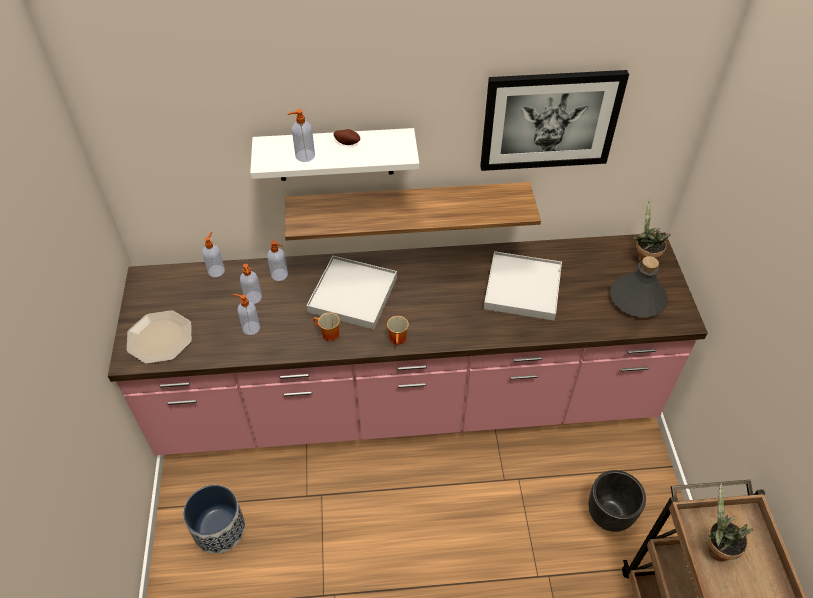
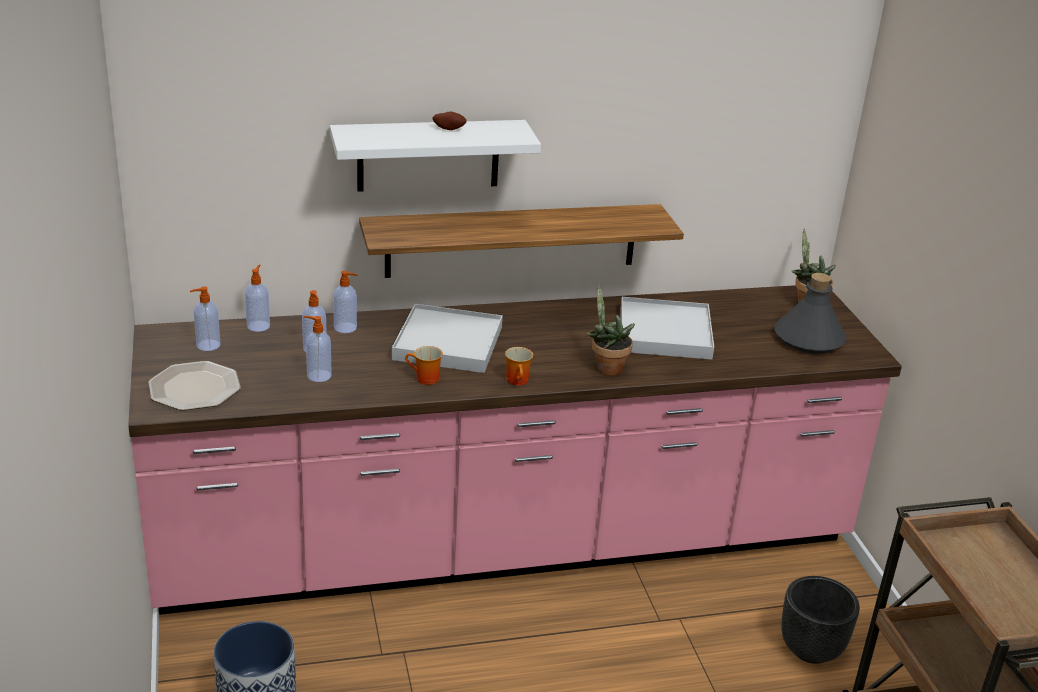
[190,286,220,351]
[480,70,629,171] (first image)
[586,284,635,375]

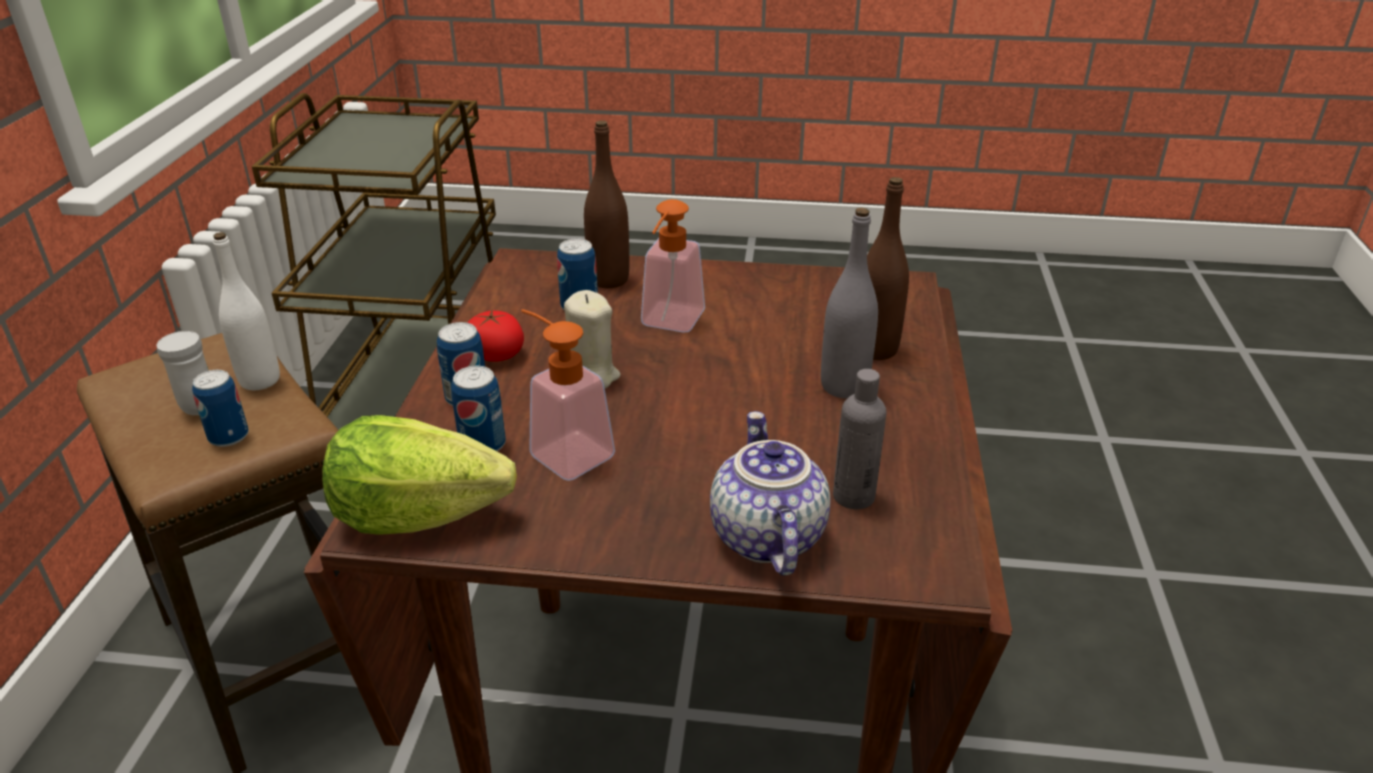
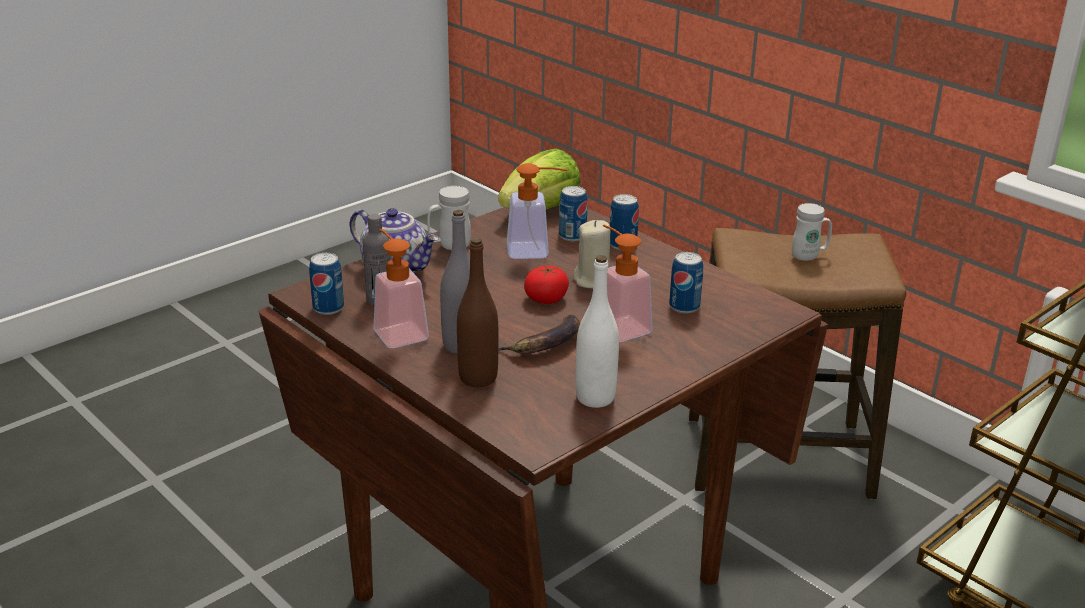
[309,253,344,315]
[576,255,619,408]
[524,266,569,304]
[584,120,629,288] (first image)
[374,229,429,348]
[427,186,471,250]
[498,315,580,353]

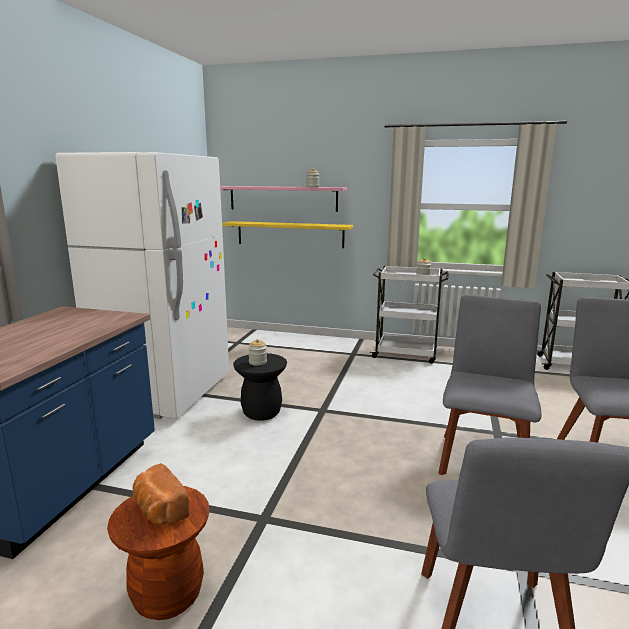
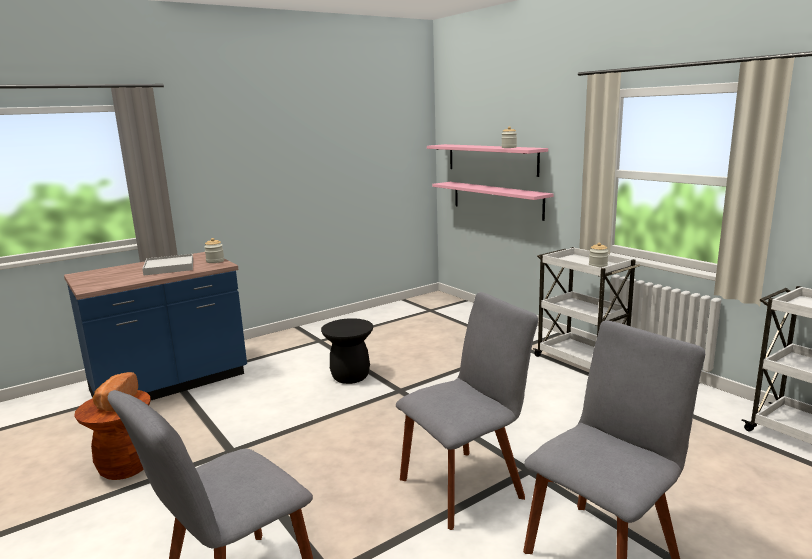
[55,152,229,419] (first image)
[432,182,554,221]
[204,238,224,263]
[142,254,193,275]

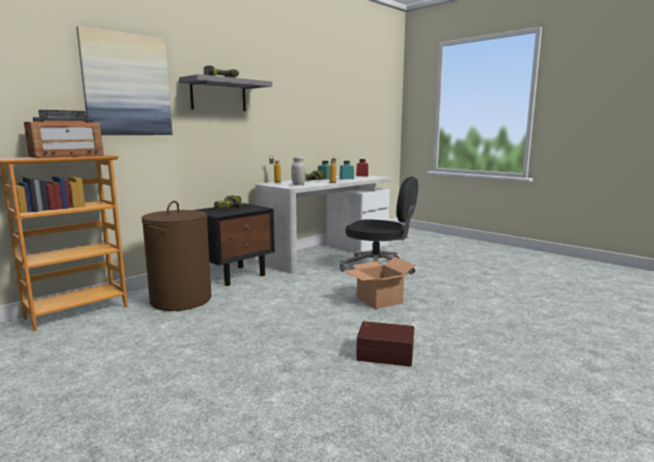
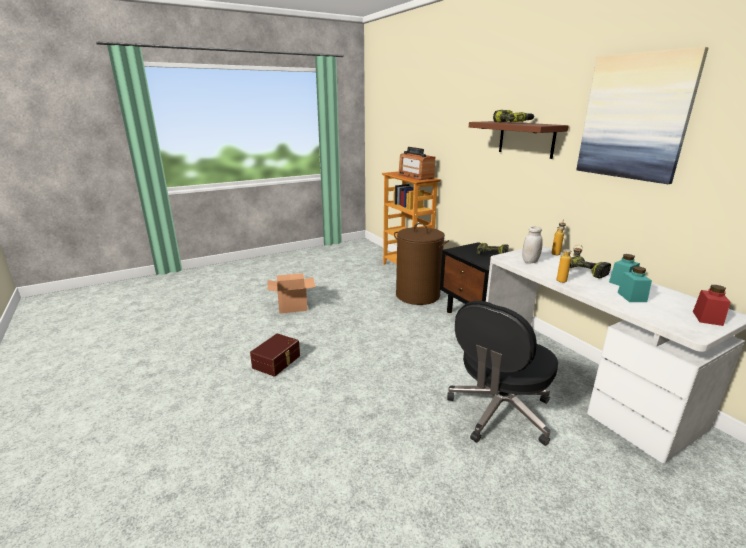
[576,47,709,184]
[469,121,569,159]
[267,273,315,314]

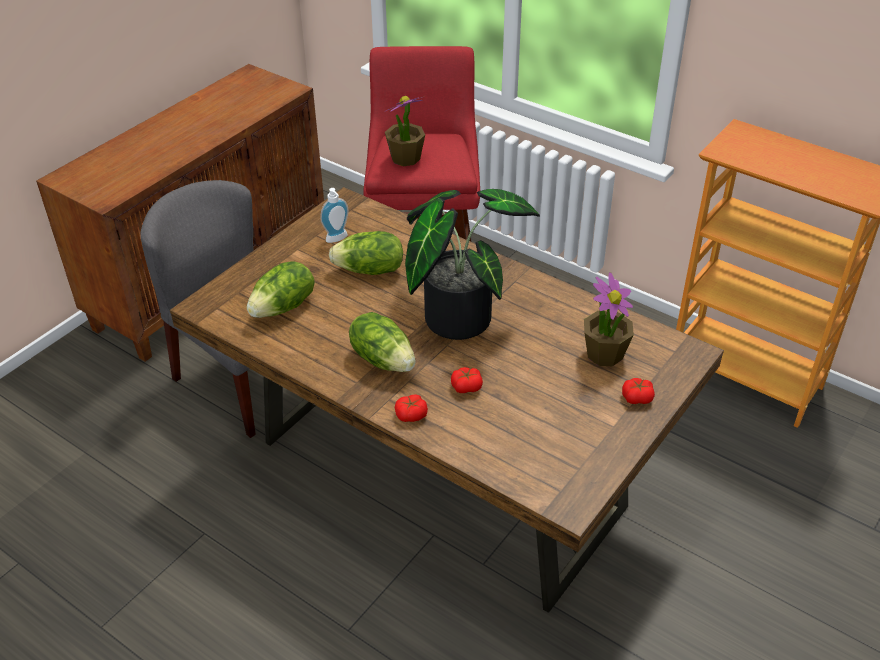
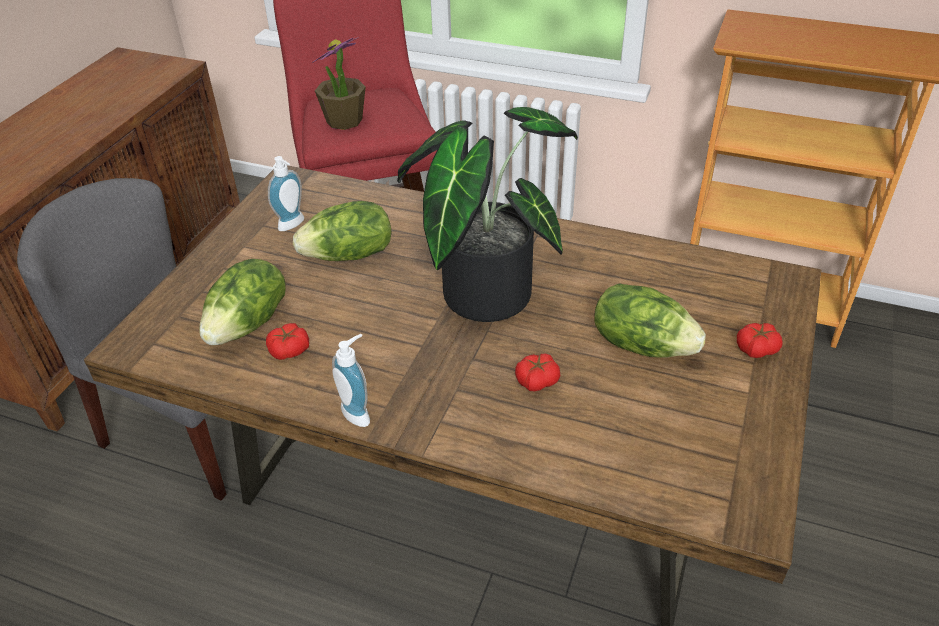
[595,283,706,358]
[266,323,309,360]
[584,272,634,366] (first image)
[332,334,370,427]

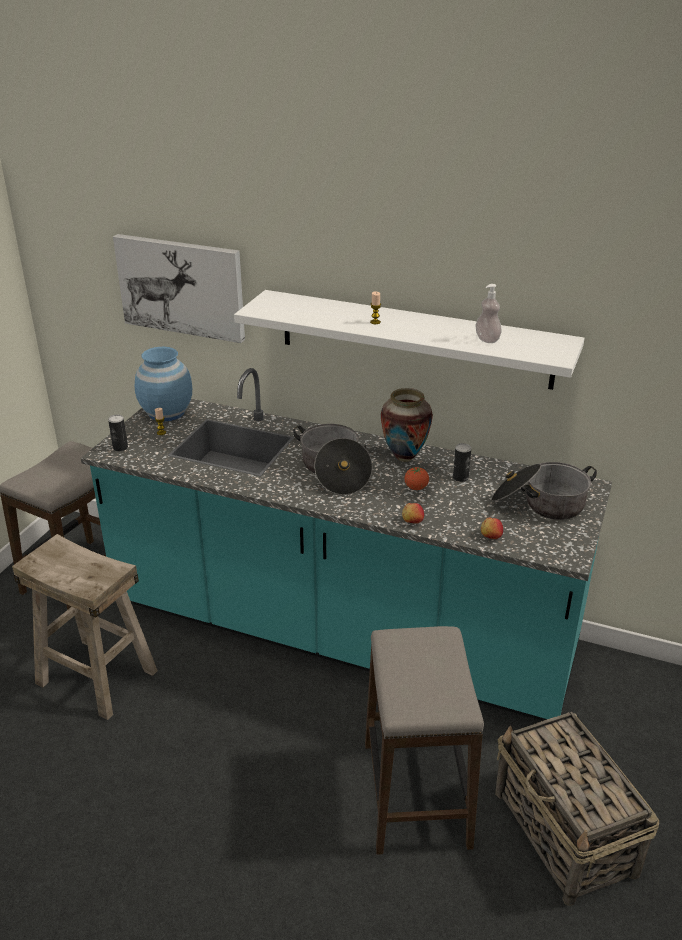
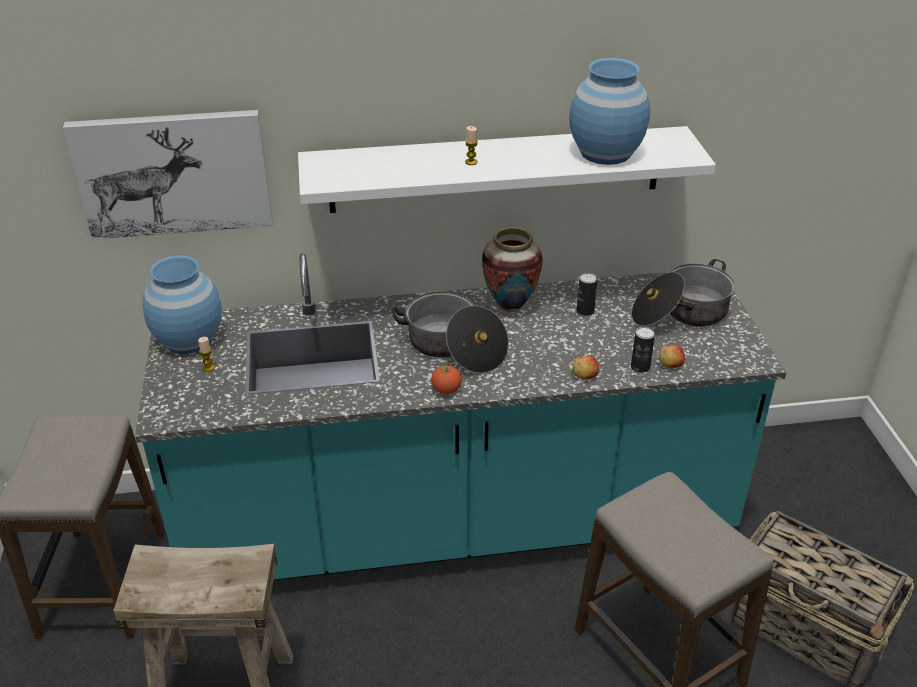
[631,327,655,373]
[431,365,462,394]
[569,58,650,165]

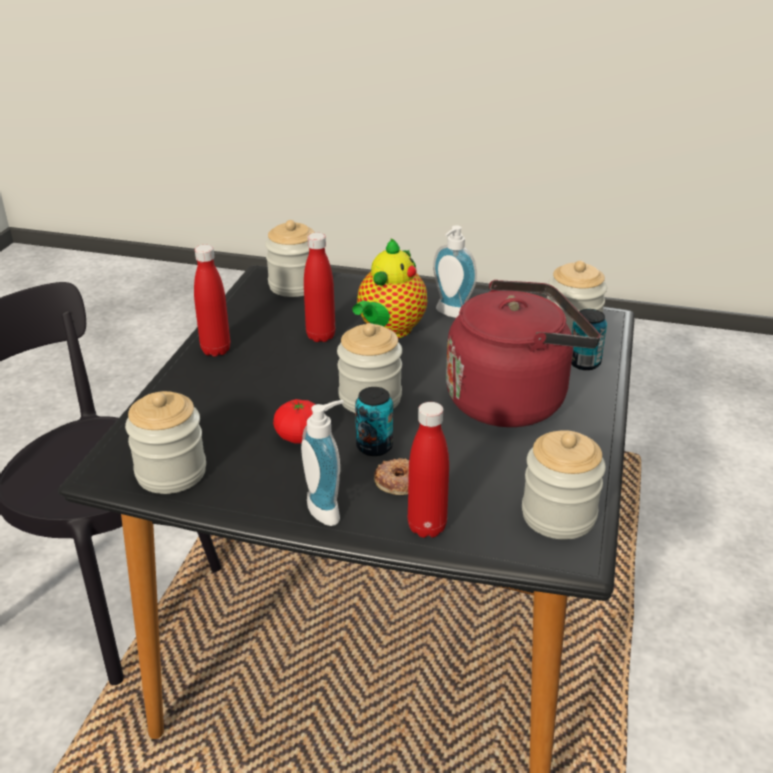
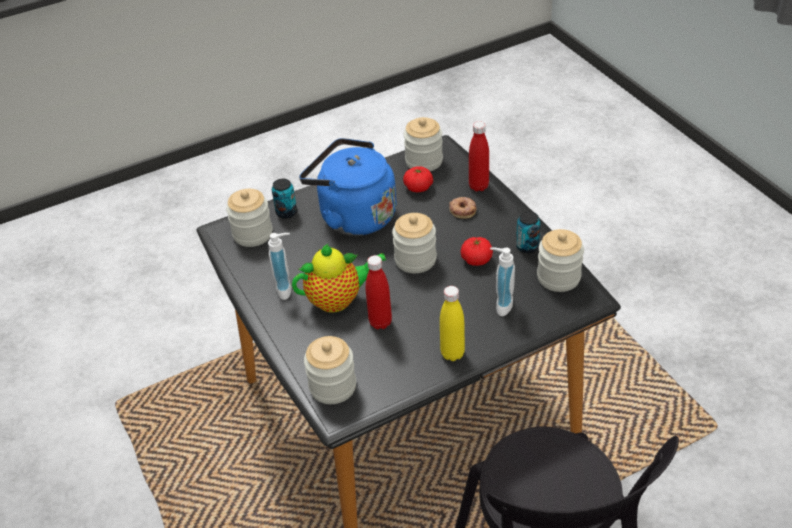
[440,286,465,361]
[490,247,515,316]
[516,211,541,253]
[299,138,396,236]
[403,166,433,192]

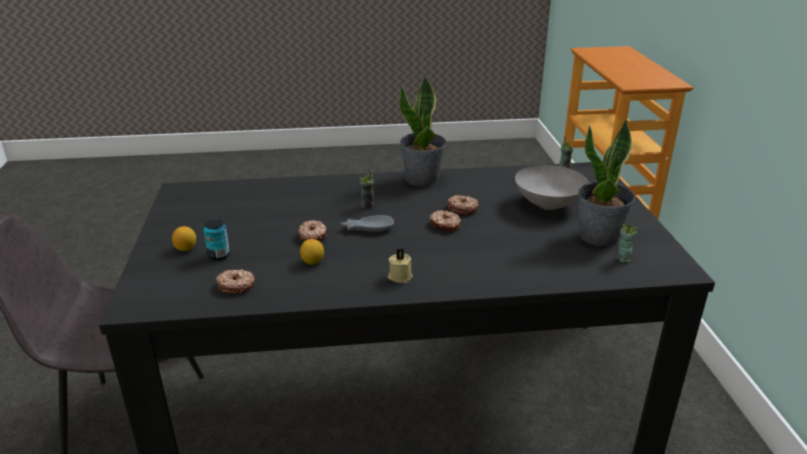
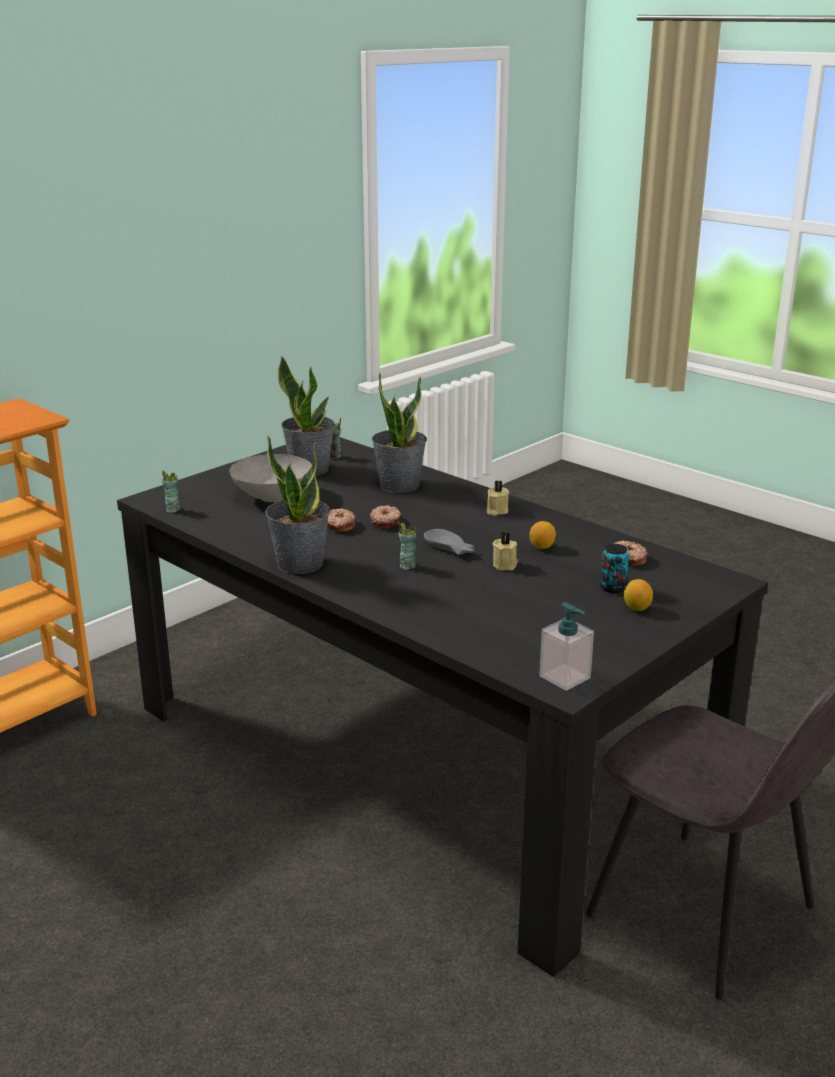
[493,532,518,570]
[371,372,427,493]
[539,602,594,691]

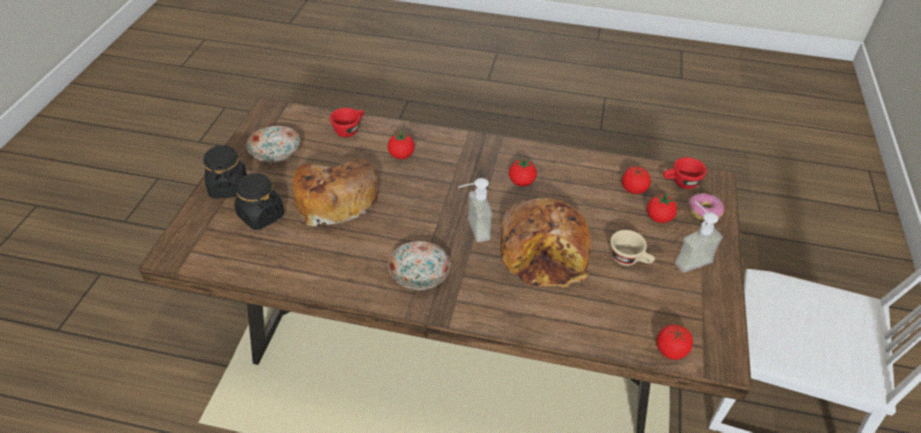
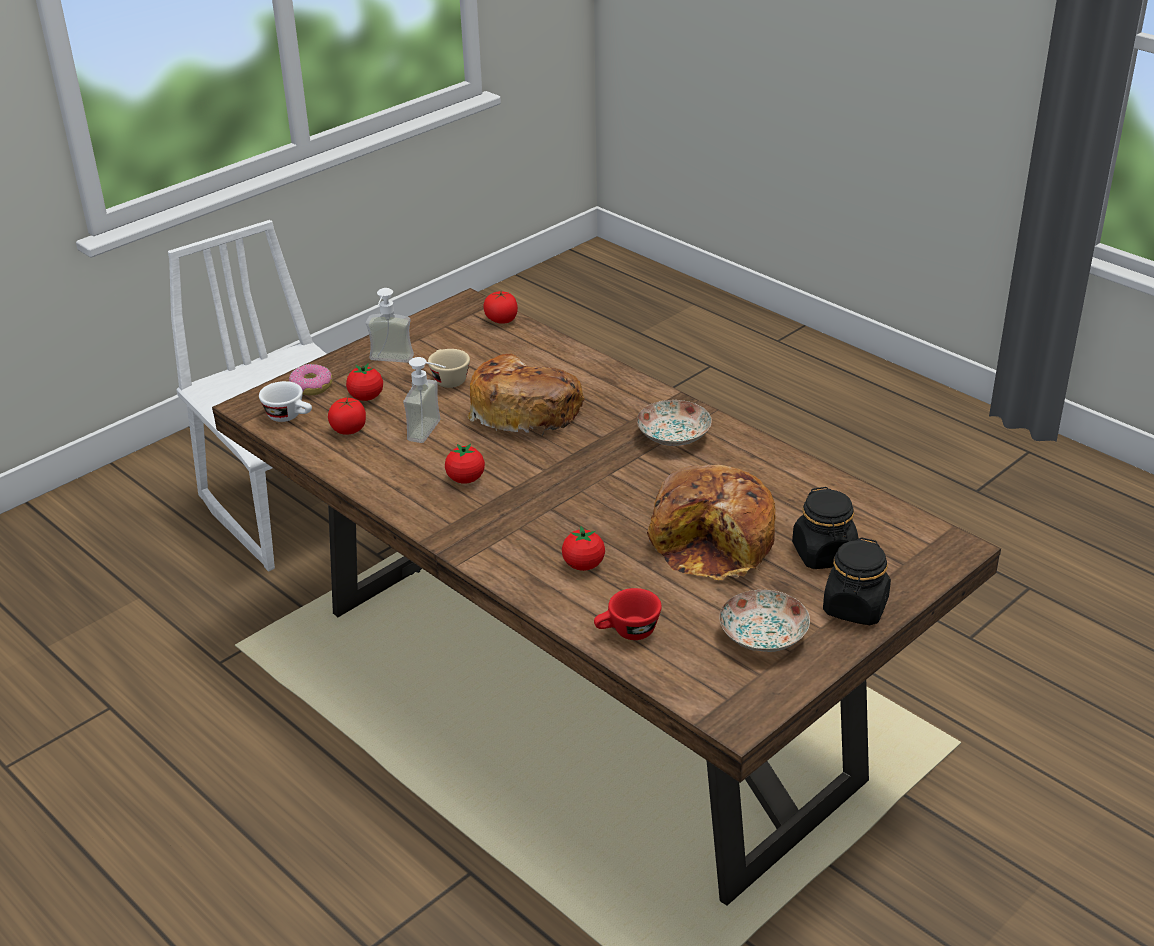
[403,357,445,443]
[259,381,312,422]

